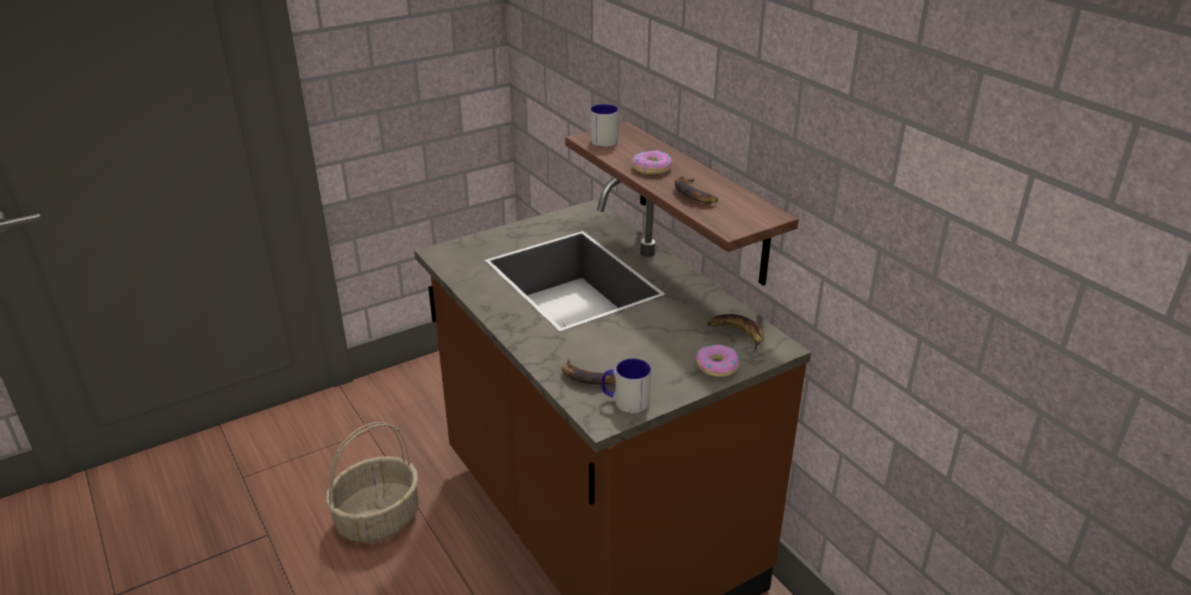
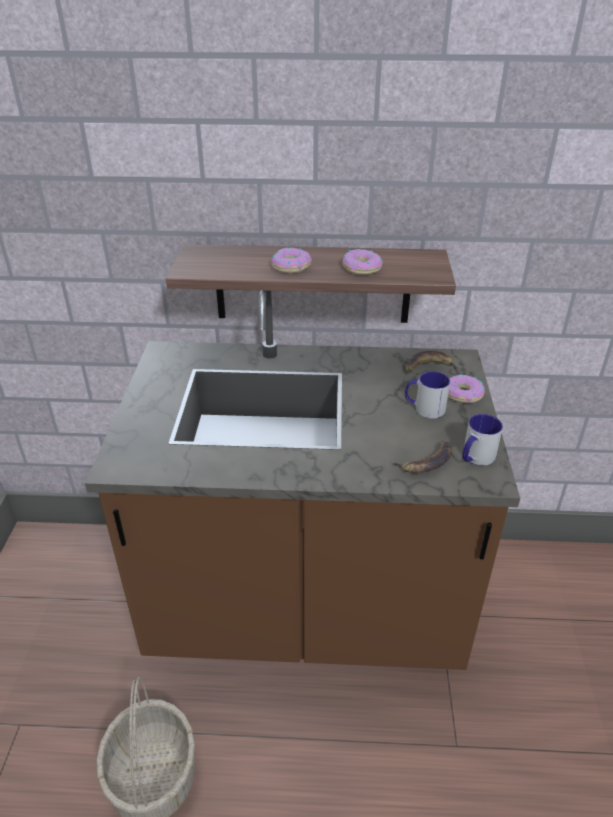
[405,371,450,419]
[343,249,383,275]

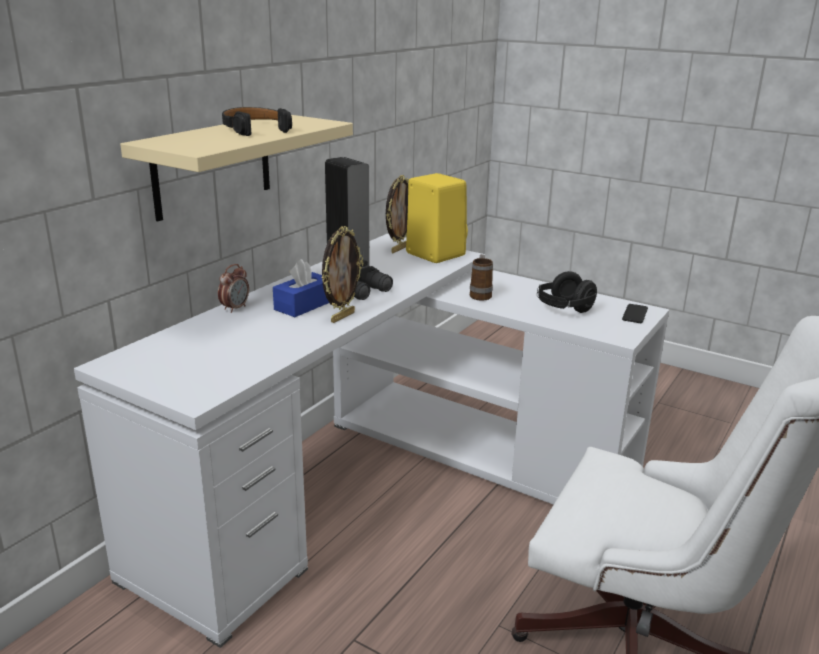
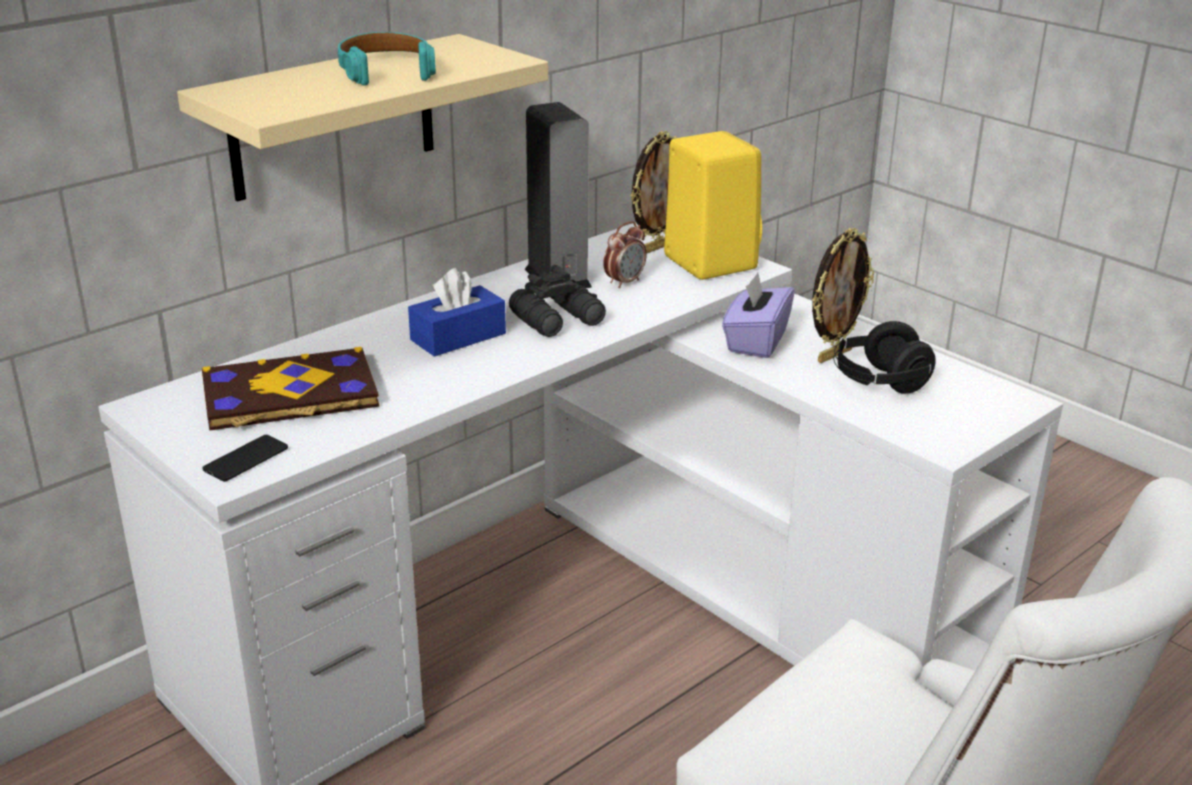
[603,221,647,288]
[338,32,436,86]
[812,228,874,363]
[722,273,795,358]
[202,435,288,482]
[202,347,379,431]

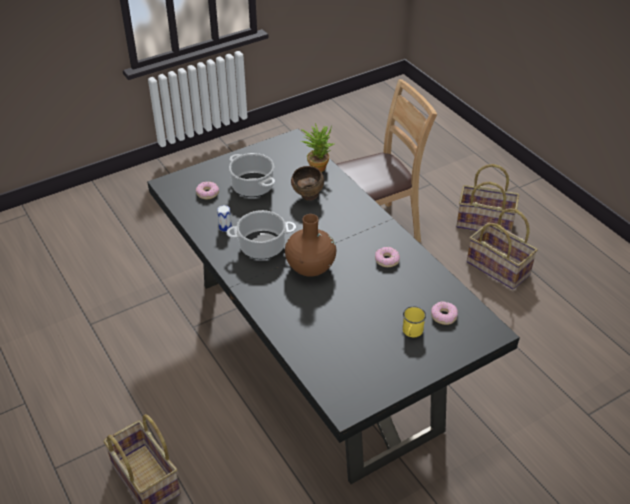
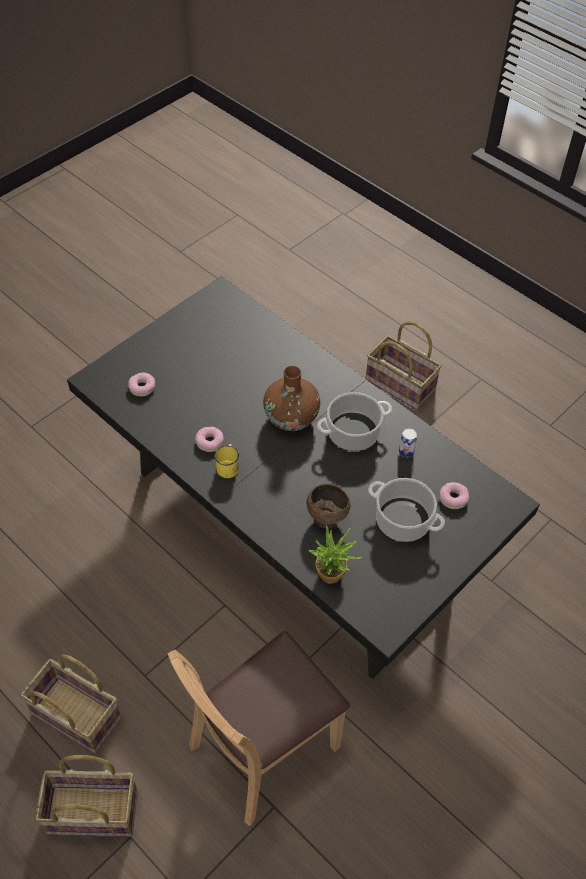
[214,444,239,478]

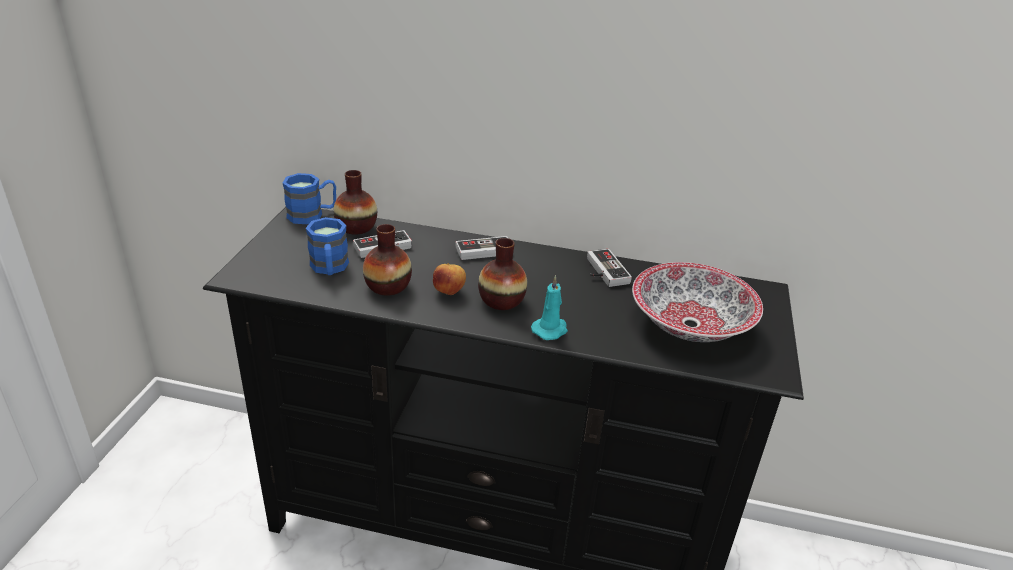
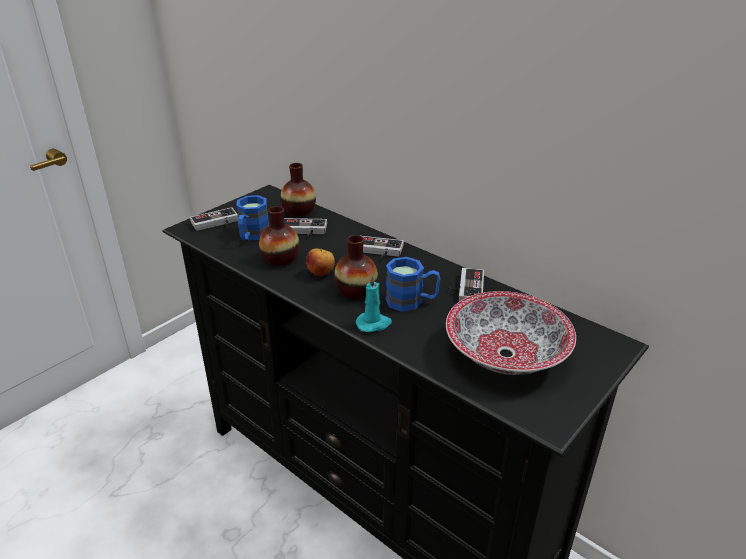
[386,257,441,312]
[190,207,238,231]

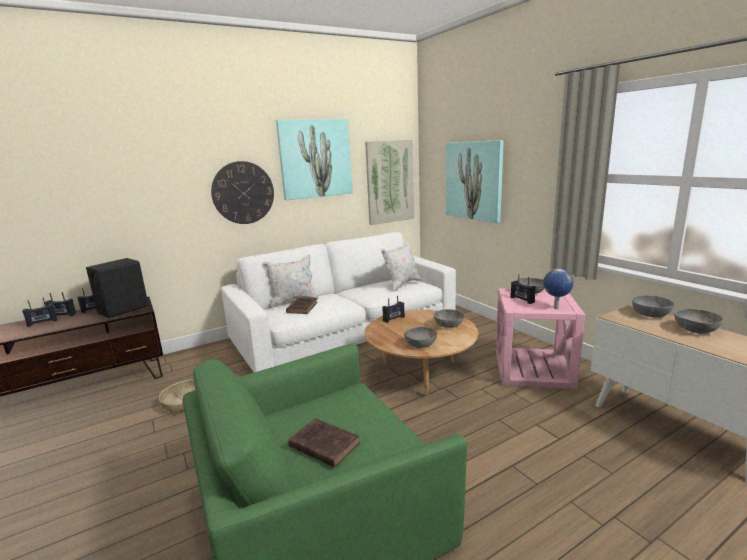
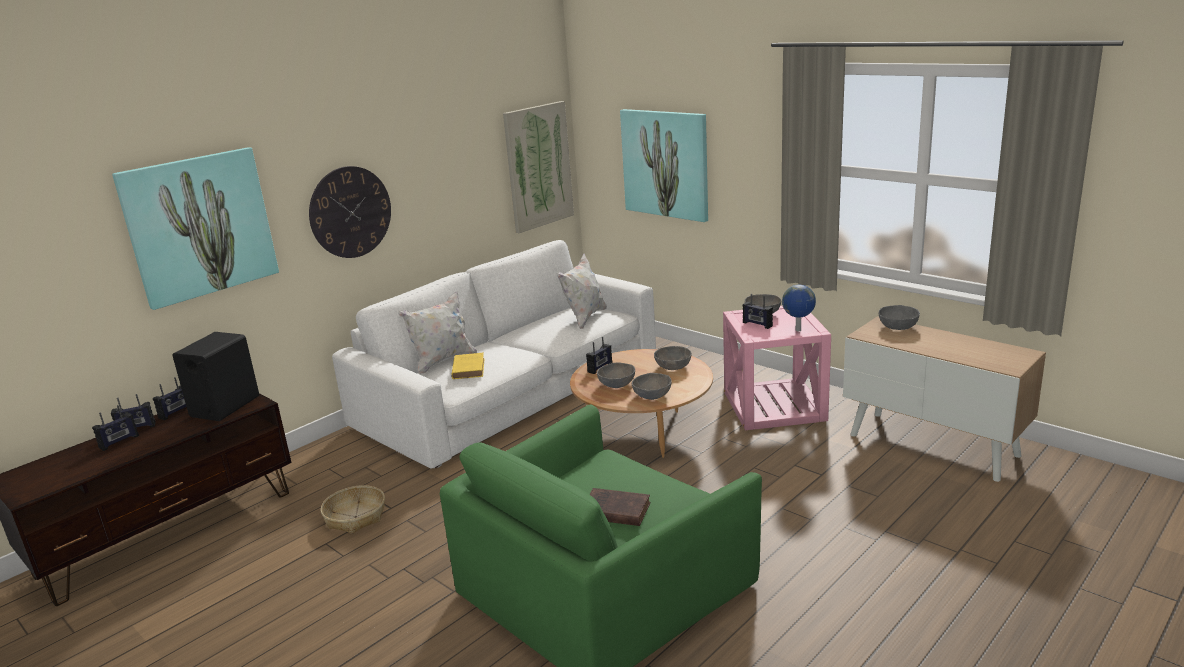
[112,147,279,310]
[451,353,485,379]
[597,362,635,388]

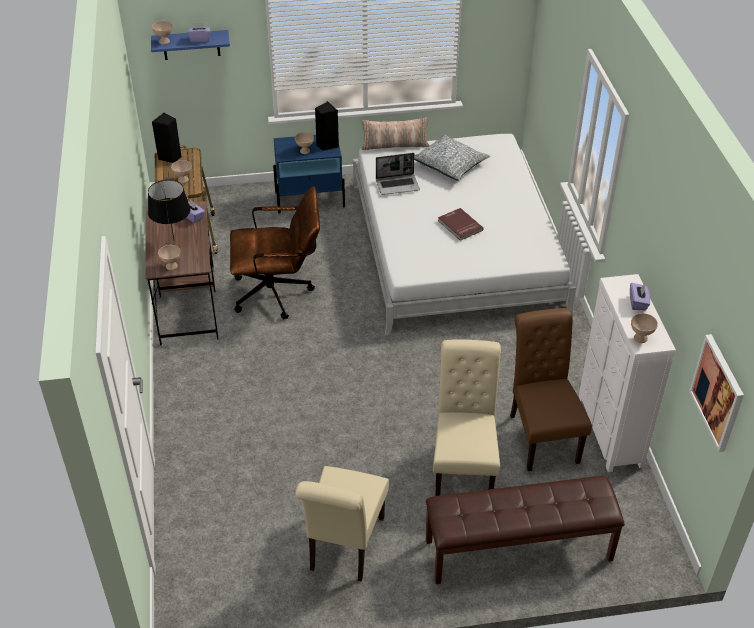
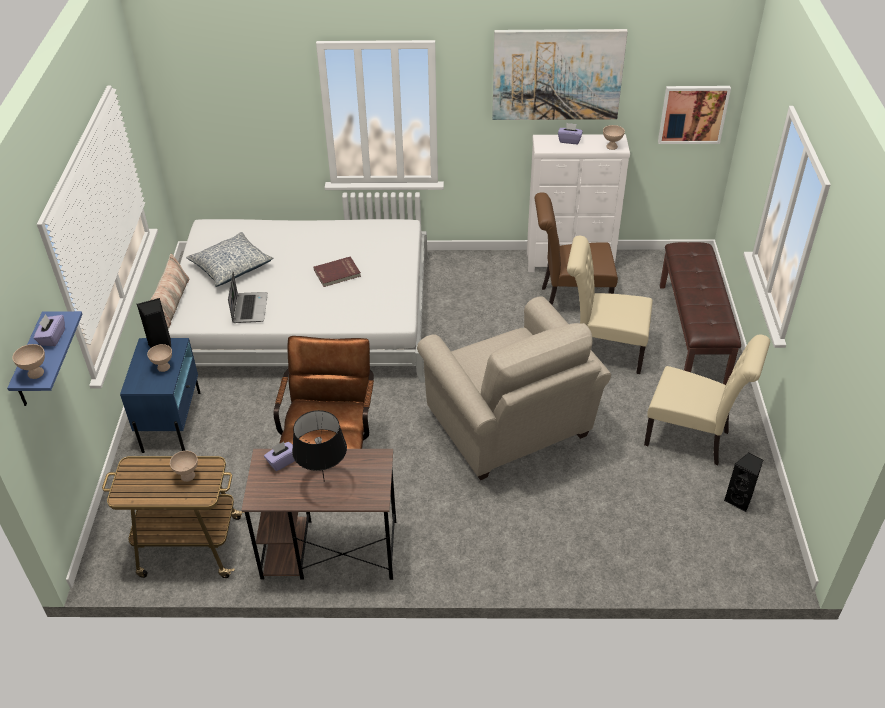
[724,452,763,512]
[158,245,181,270] (first image)
[417,296,611,480]
[492,29,628,120]

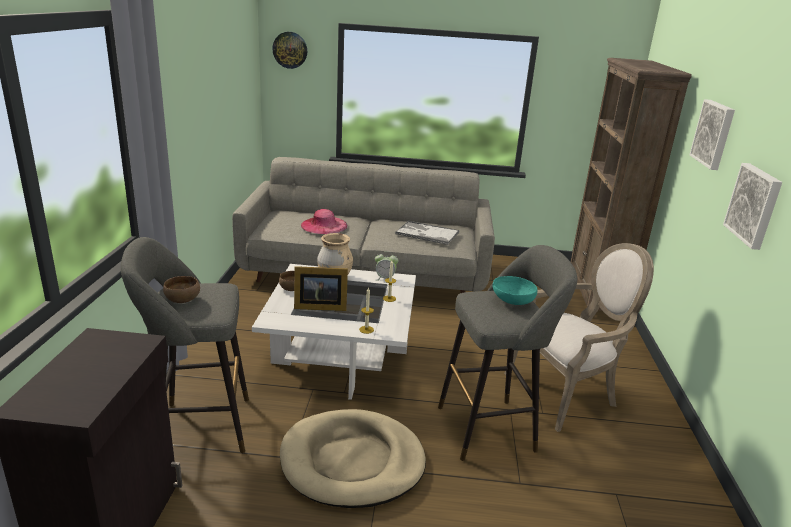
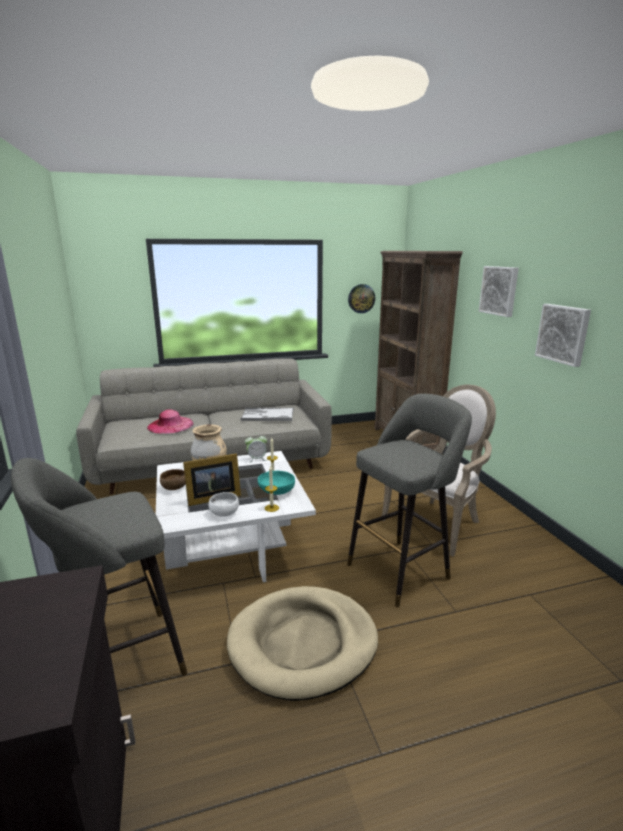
[163,276,200,303] (first image)
[348,284,375,313]
[258,471,295,495]
[209,492,239,517]

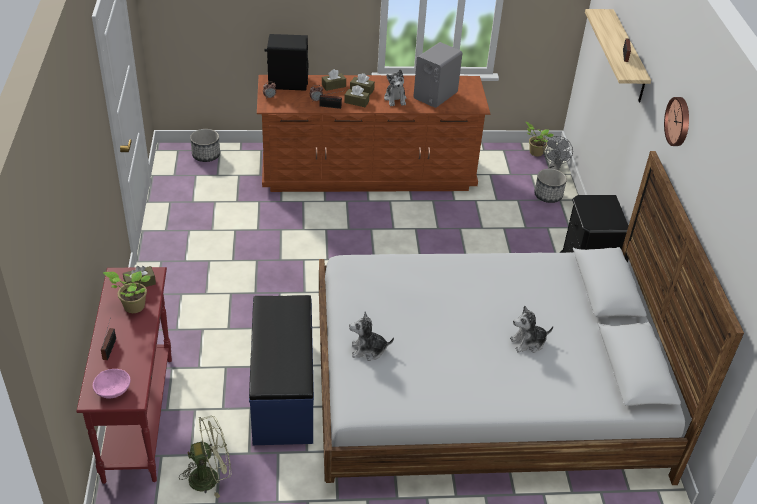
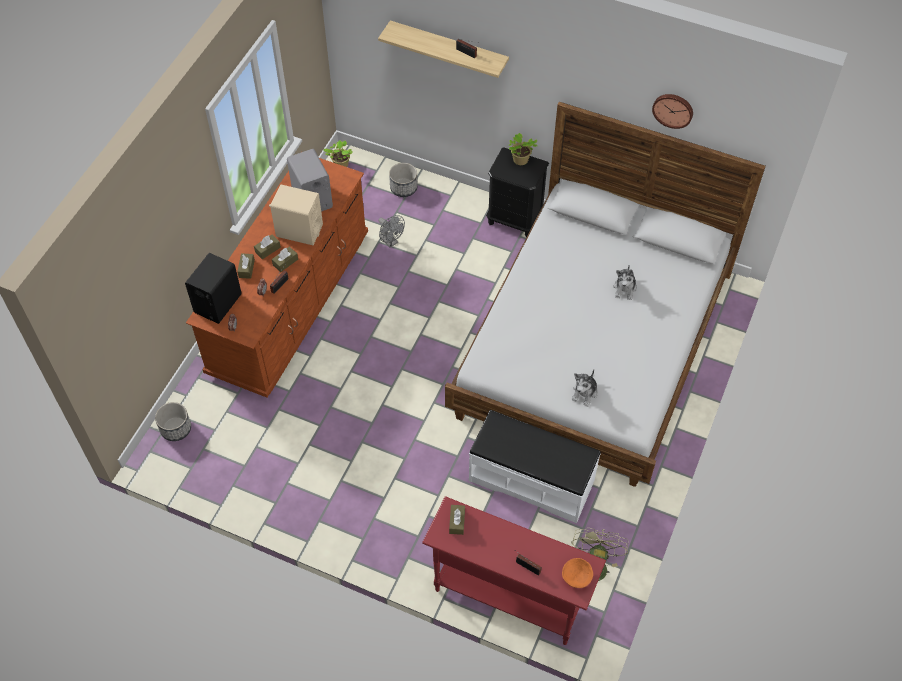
[562,558,593,588]
[509,133,537,165]
[469,410,601,523]
[269,185,323,245]
[379,215,405,248]
[652,94,693,129]

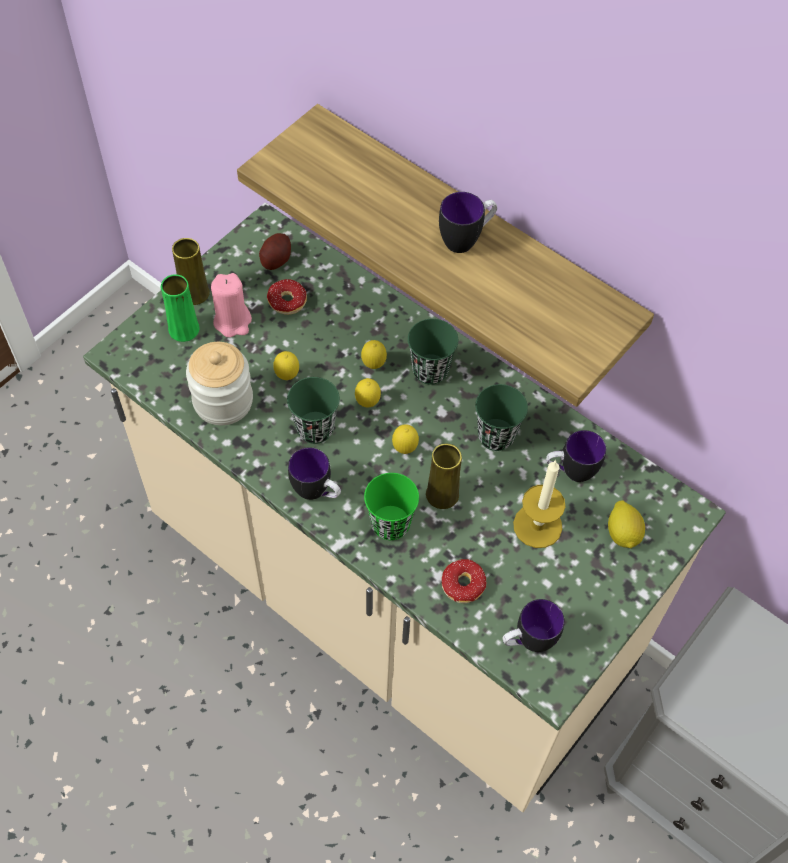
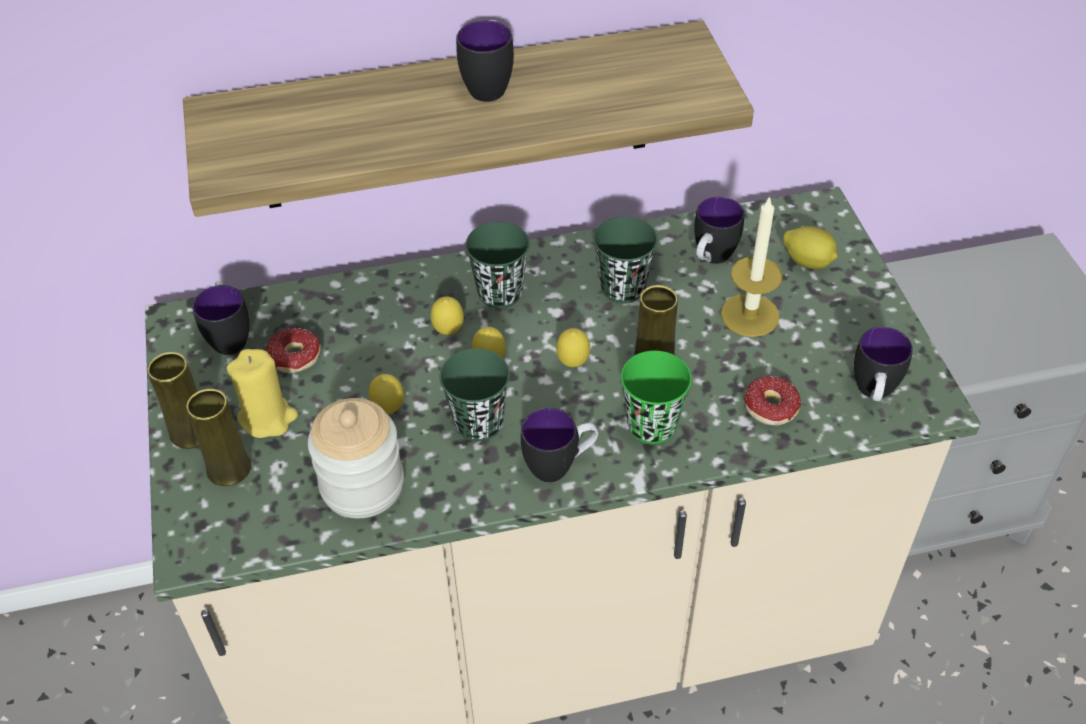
[186,389,251,486]
[227,349,298,438]
[193,281,249,355]

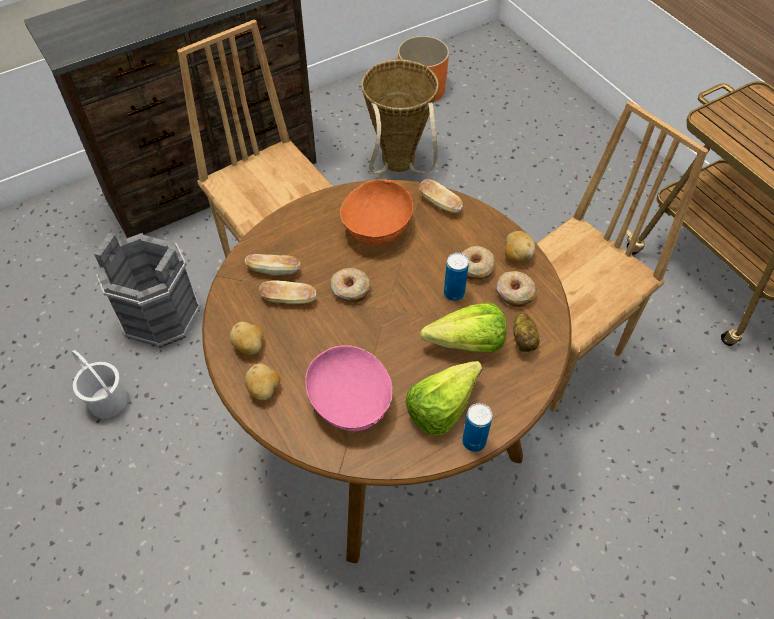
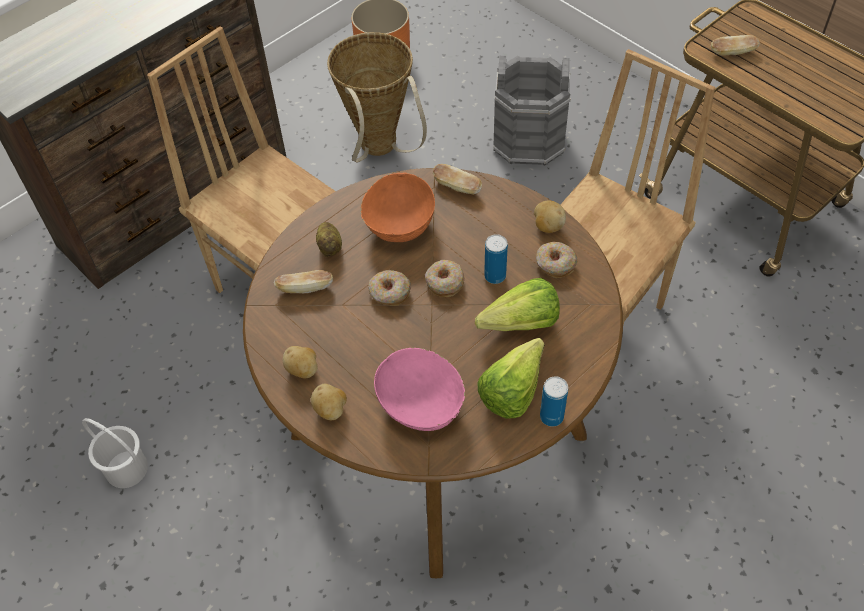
[493,56,571,166]
[711,35,760,55]
[425,260,465,298]
[316,222,342,257]

